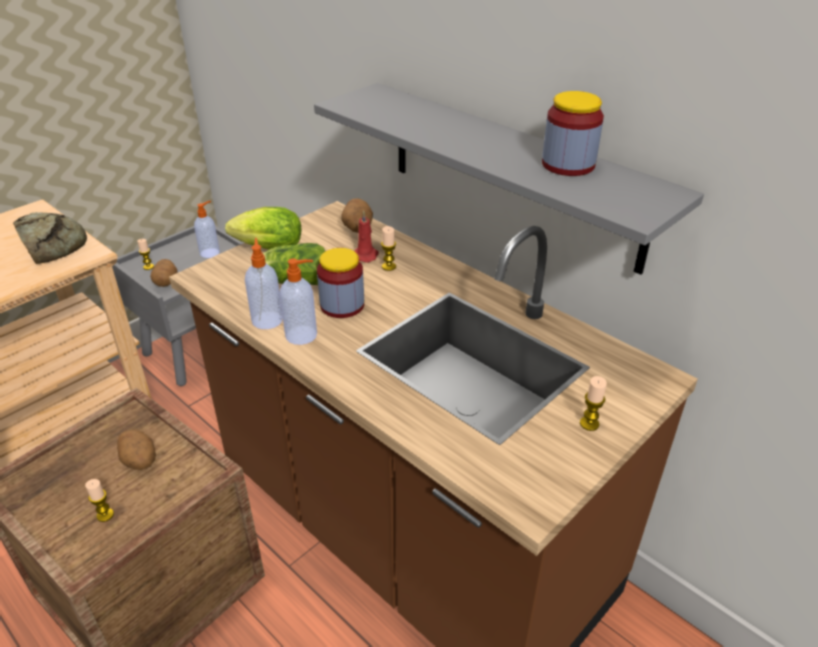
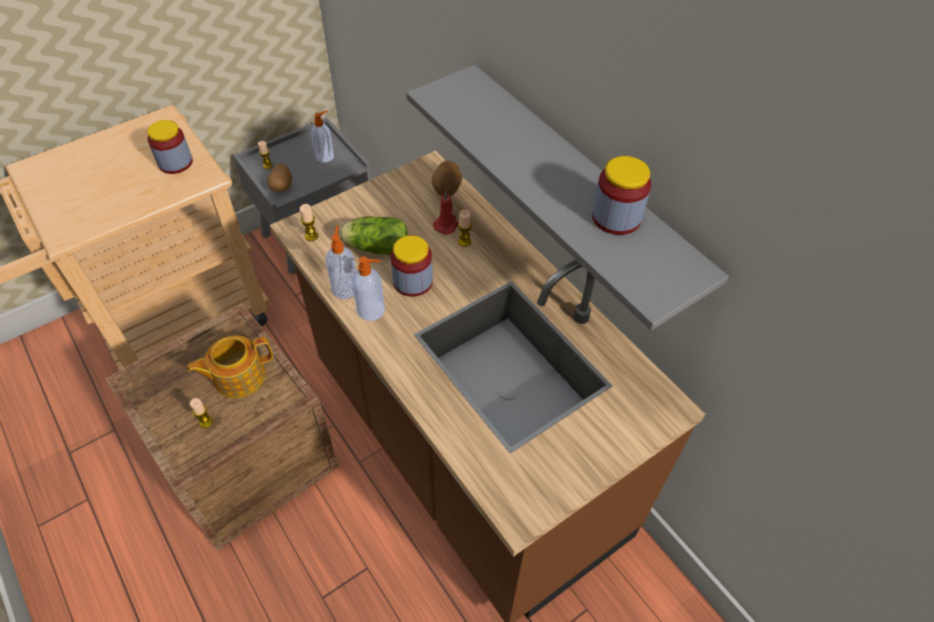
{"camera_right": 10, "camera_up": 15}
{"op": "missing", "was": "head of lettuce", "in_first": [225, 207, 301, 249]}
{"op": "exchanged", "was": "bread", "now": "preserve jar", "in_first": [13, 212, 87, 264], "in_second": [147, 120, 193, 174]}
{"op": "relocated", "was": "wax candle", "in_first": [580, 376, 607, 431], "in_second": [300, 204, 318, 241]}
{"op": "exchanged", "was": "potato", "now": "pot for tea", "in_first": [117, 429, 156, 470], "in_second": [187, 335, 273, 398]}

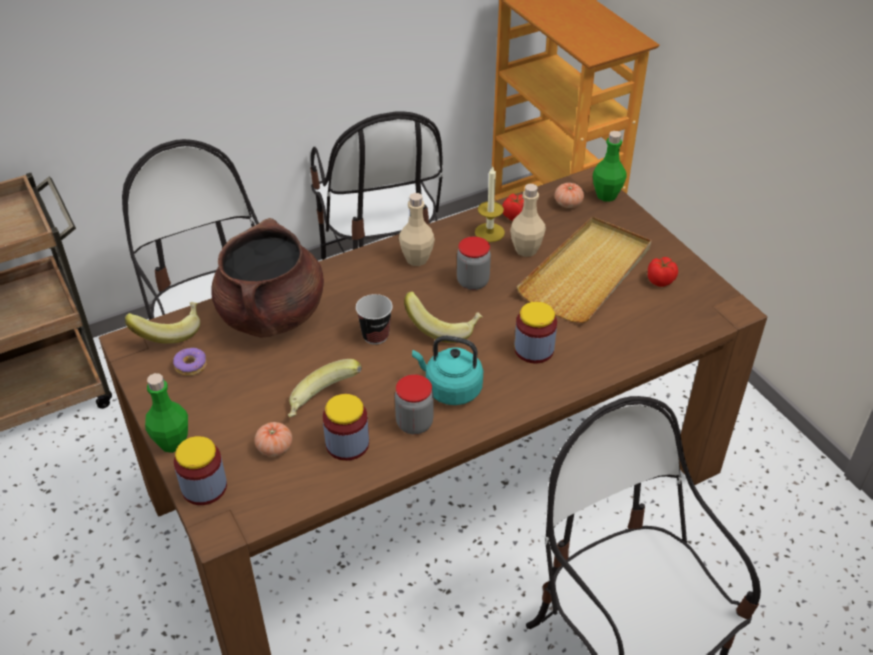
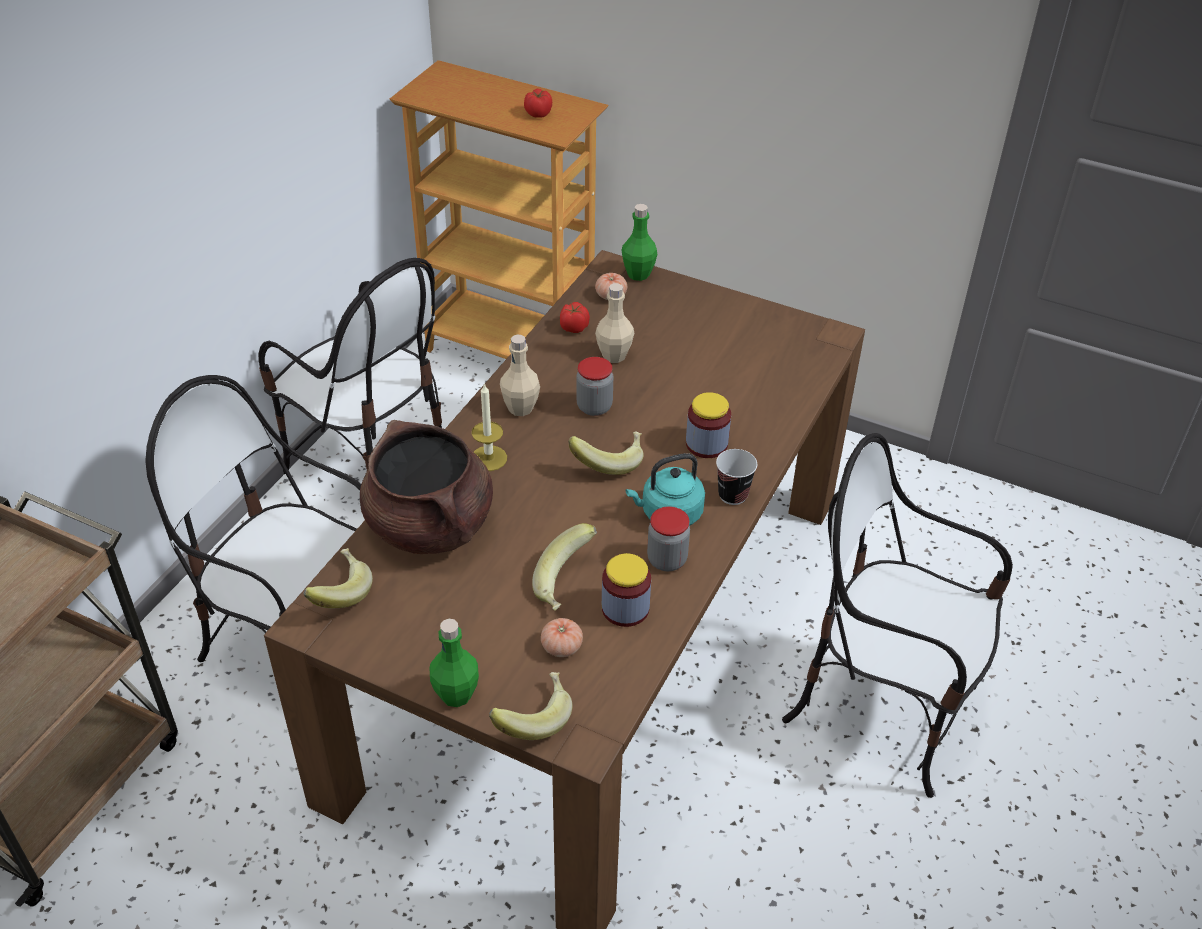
{"camera_right": -35, "camera_up": 0}
{"op": "relocated", "was": "wax candle", "in_first": [475, 167, 505, 242], "in_second": [472, 383, 507, 471]}
{"op": "missing", "was": "sand-coloured tray", "in_first": [516, 217, 651, 323]}
{"op": "relocated", "was": "whole tomato", "in_first": [648, 257, 678, 287], "in_second": [524, 89, 552, 118]}
{"op": "relocated", "was": "small cup", "in_first": [356, 294, 393, 345], "in_second": [716, 449, 757, 505]}
{"op": "missing", "was": "ring doughnut", "in_first": [173, 348, 207, 376]}
{"op": "exchanged", "was": "preserve jar", "now": "banana fruit", "in_first": [174, 436, 227, 505], "in_second": [489, 672, 573, 740]}

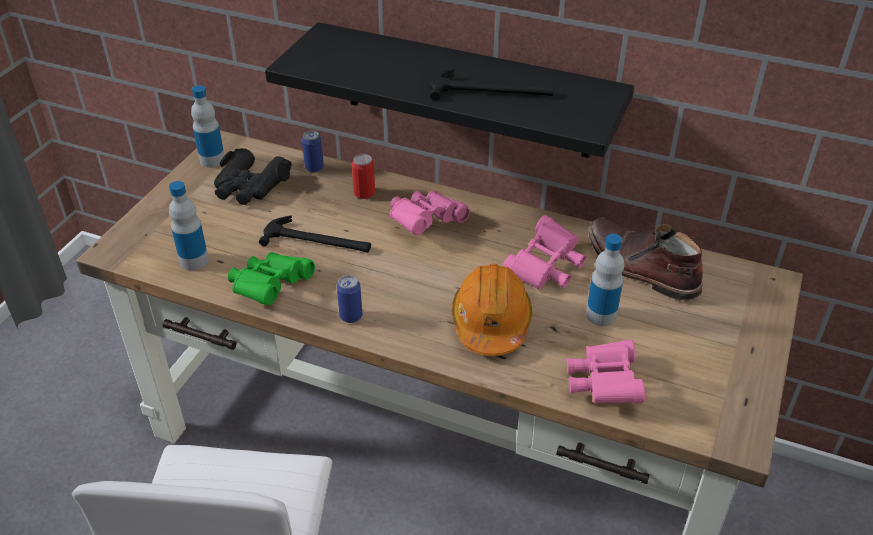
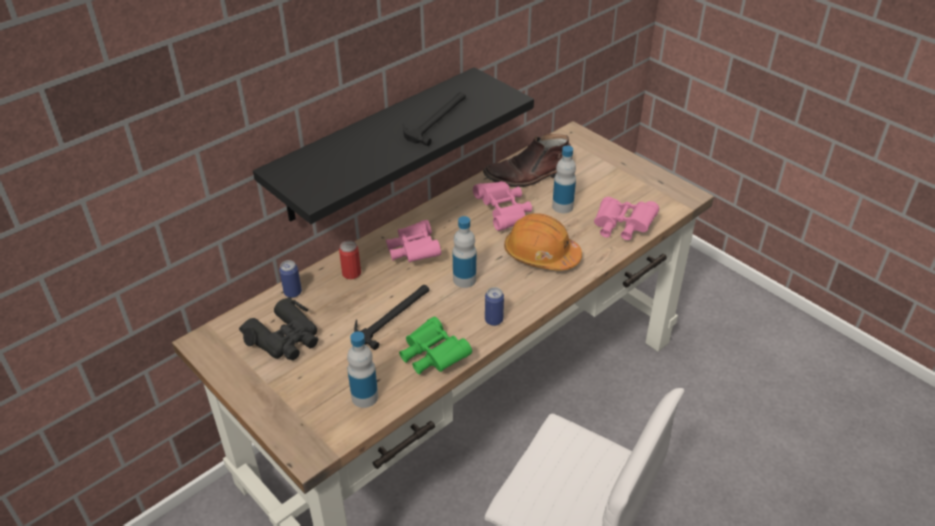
{"camera_right": -65, "camera_up": 0}
{"op": "relocated", "was": "drink bottle", "in_first": [191, 85, 225, 168], "in_second": [453, 216, 476, 288]}

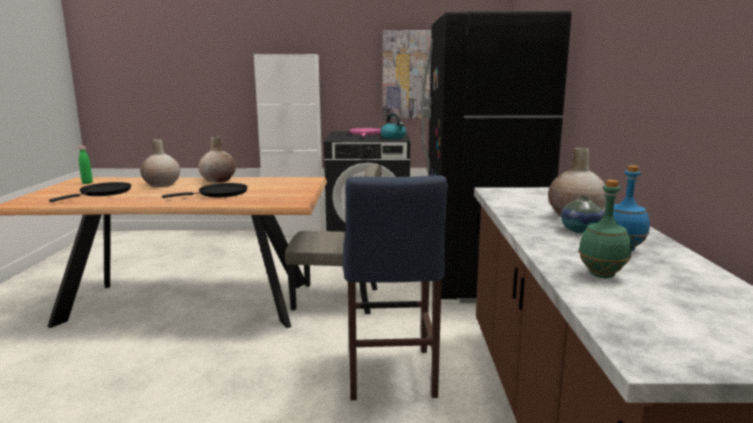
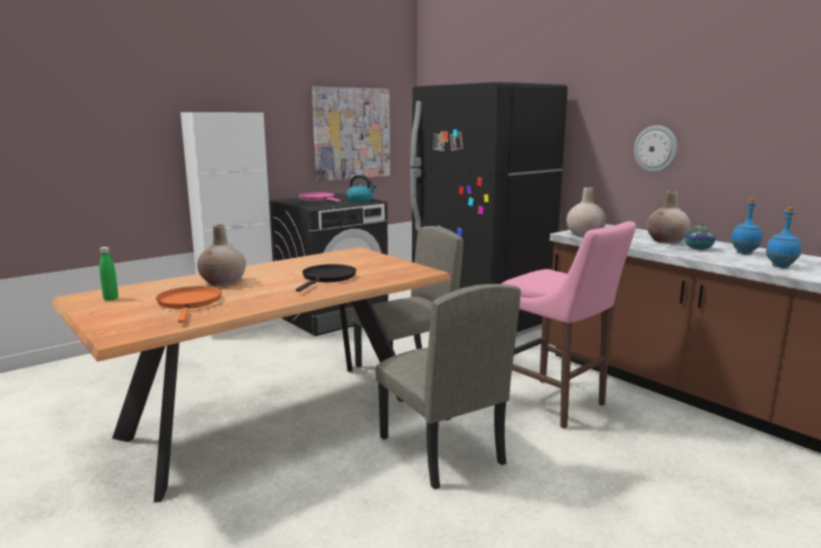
{"camera_right": -40, "camera_up": 0}
{"op": "relocated", "was": "sand-coloured flower vase", "in_first": [199, 136, 236, 183], "in_second": [566, 187, 606, 237]}
{"op": "colour", "was": "bluish stool", "now": "pinkish stool", "in_first": [343, 175, 448, 400], "in_second": [502, 221, 636, 429]}
{"op": "colour", "was": "green-coloured drink bottle", "now": "bluish drink bottle", "in_first": [578, 180, 632, 278], "in_second": [765, 207, 801, 268]}
{"op": "colour", "was": "black frying pan", "now": "orangey frying pan", "in_first": [49, 182, 131, 202], "in_second": [156, 286, 222, 323]}
{"op": "appeared", "now": "clock on the wall", "in_second": [634, 125, 678, 173]}
{"op": "appeared", "now": "sand-coloured chair", "in_second": [375, 284, 521, 490]}

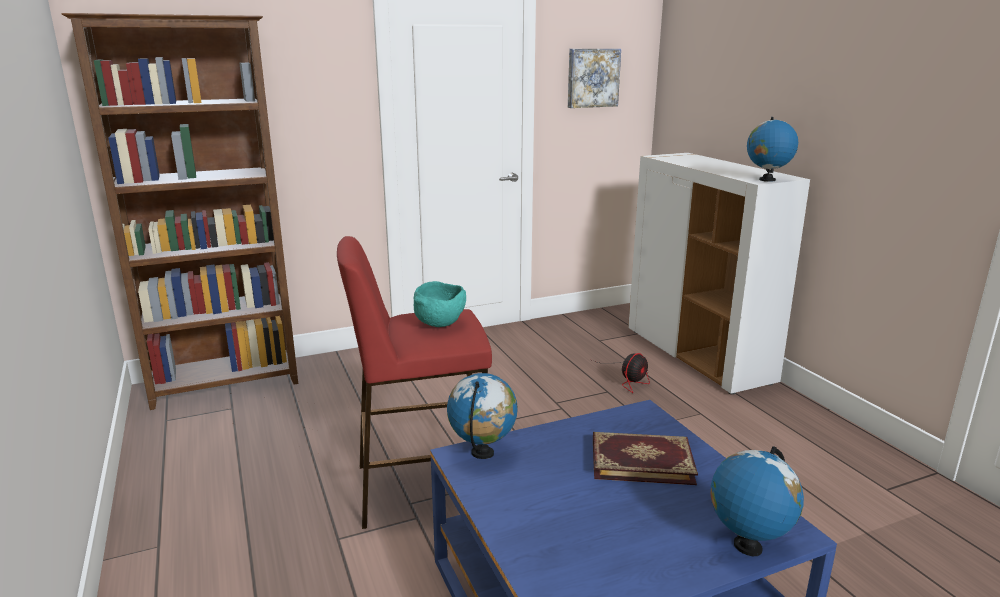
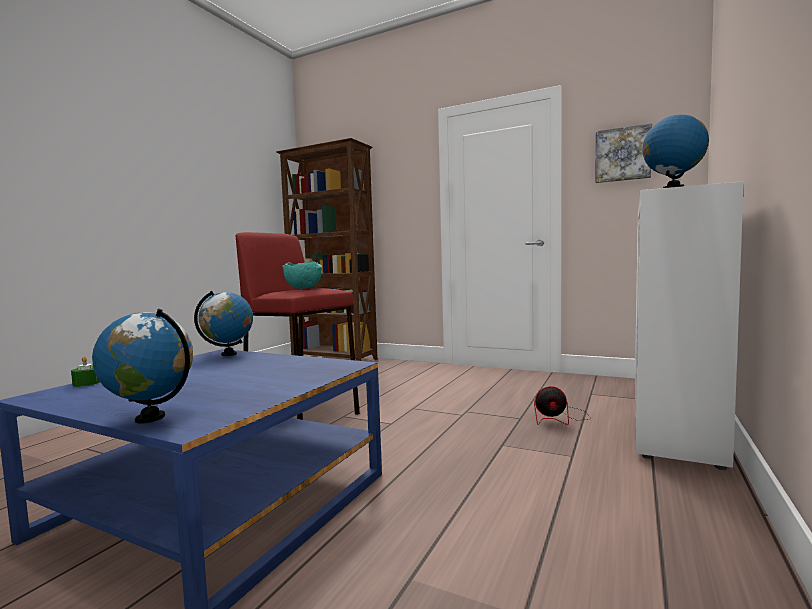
{"camera_right": 50, "camera_up": -15}
{"op": "missing", "was": "bound book", "in_first": [593, 432, 698, 485]}
{"op": "appeared", "now": "green-coloured wax candle", "in_second": [71, 356, 100, 387]}

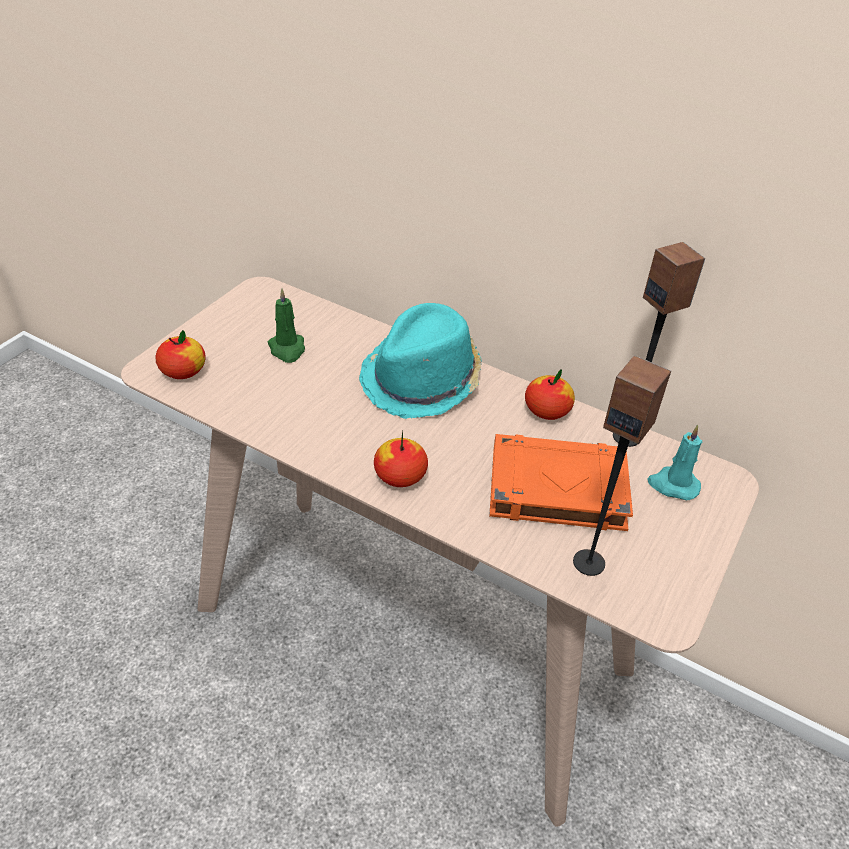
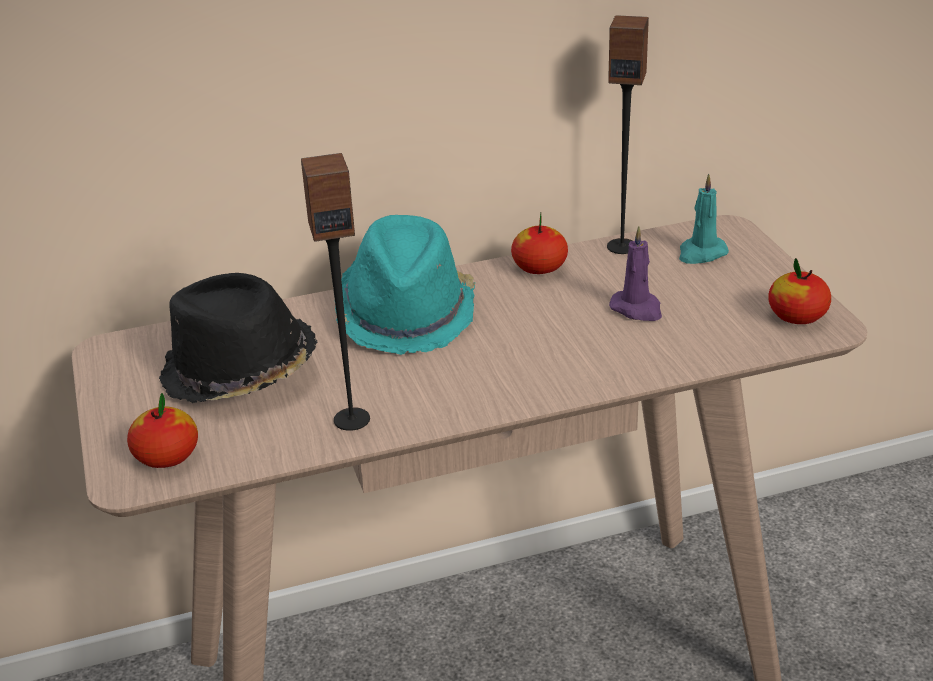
{"camera_right": -45, "camera_up": -10}
{"op": "exchanged", "was": "green-coloured wax candle", "now": "black clothing hat", "in_first": [268, 288, 305, 363], "in_second": [159, 273, 317, 403]}
{"op": "relocated", "was": "audio speaker", "in_first": [573, 356, 671, 576], "in_second": [301, 153, 370, 431]}
{"op": "relocated", "was": "whole apple", "in_first": [374, 431, 428, 487], "in_second": [768, 258, 831, 324]}
{"op": "exchanged", "was": "orangey bound book", "now": "purplish wax candle", "in_first": [489, 434, 633, 531], "in_second": [609, 226, 662, 321]}

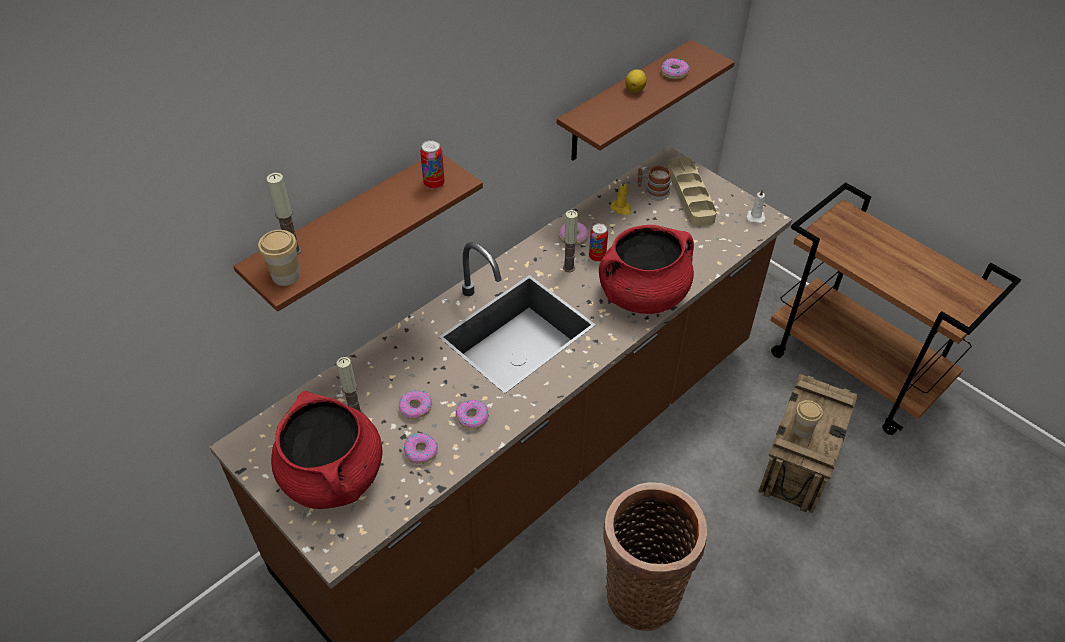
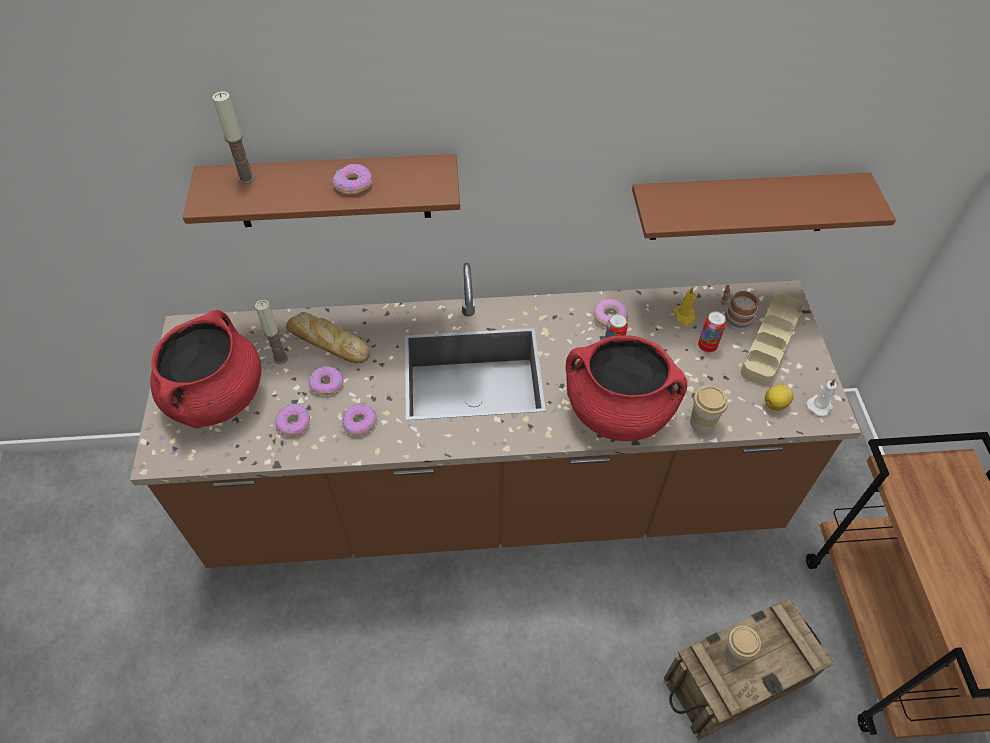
{"camera_right": 40, "camera_up": 5}
{"op": "relocated", "was": "ring doughnut", "in_first": [661, 58, 690, 79], "in_second": [333, 164, 372, 195]}
{"op": "relocated", "was": "citrus fruit", "in_first": [625, 69, 647, 93], "in_second": [765, 385, 793, 411]}
{"op": "relocated", "was": "sealed can", "in_first": [420, 140, 445, 190], "in_second": [698, 311, 726, 353]}
{"op": "missing", "was": "wax candle", "in_first": [563, 210, 578, 272]}
{"op": "relocated", "was": "small cup", "in_first": [258, 230, 300, 286], "in_second": [690, 386, 728, 433]}
{"op": "missing", "was": "basket", "in_first": [603, 482, 707, 631]}
{"op": "appeared", "now": "bread", "in_second": [286, 312, 370, 363]}

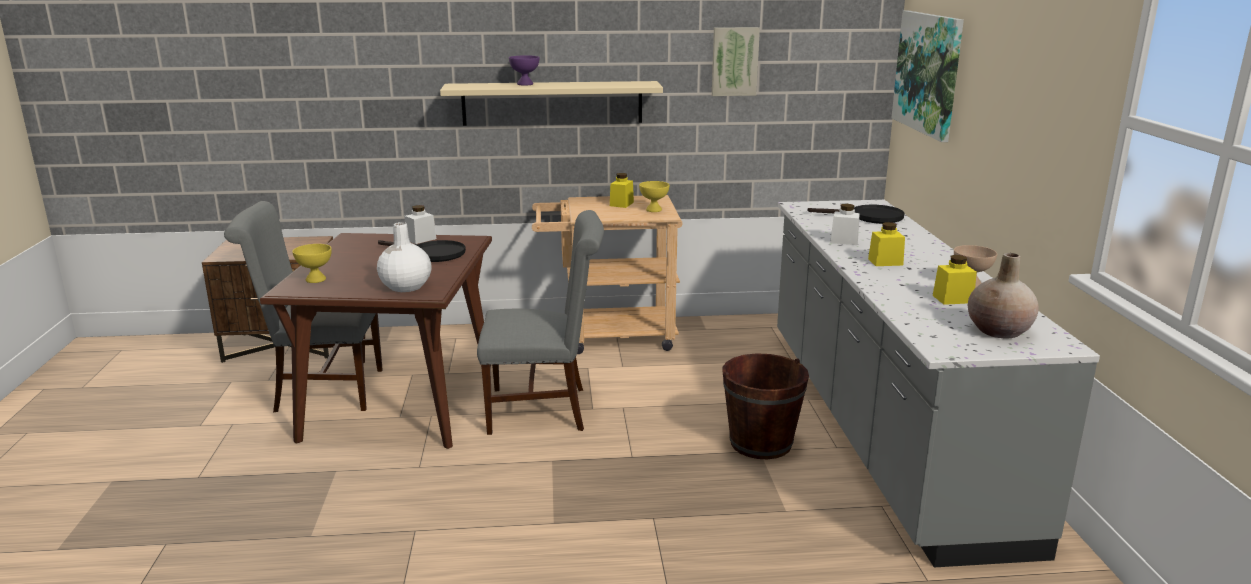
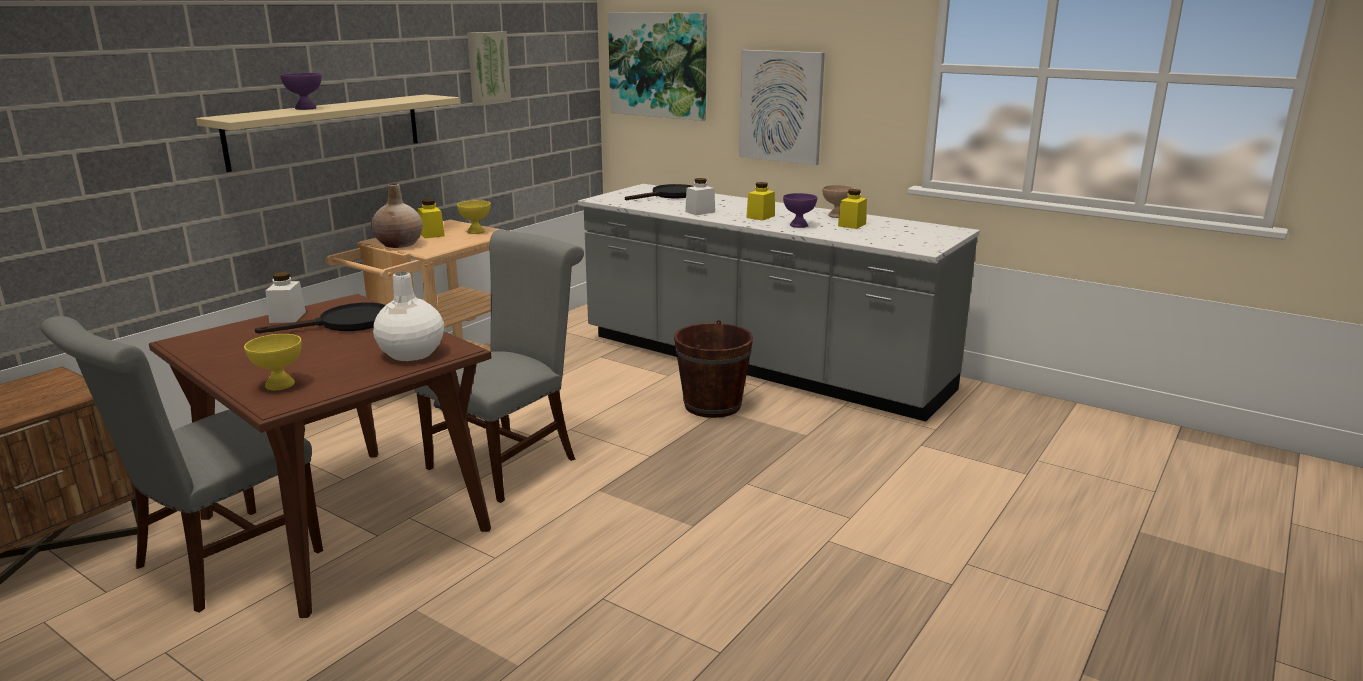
{"camera_right": -50, "camera_up": 0}
{"op": "relocated", "was": "sand-coloured flower vase", "in_first": [968, 253, 1039, 339], "in_second": [371, 183, 423, 248]}
{"op": "appeared", "now": "wall picture", "in_second": [739, 50, 825, 165]}
{"op": "appeared", "now": "purplish serving bowl", "in_second": [783, 193, 817, 228]}

